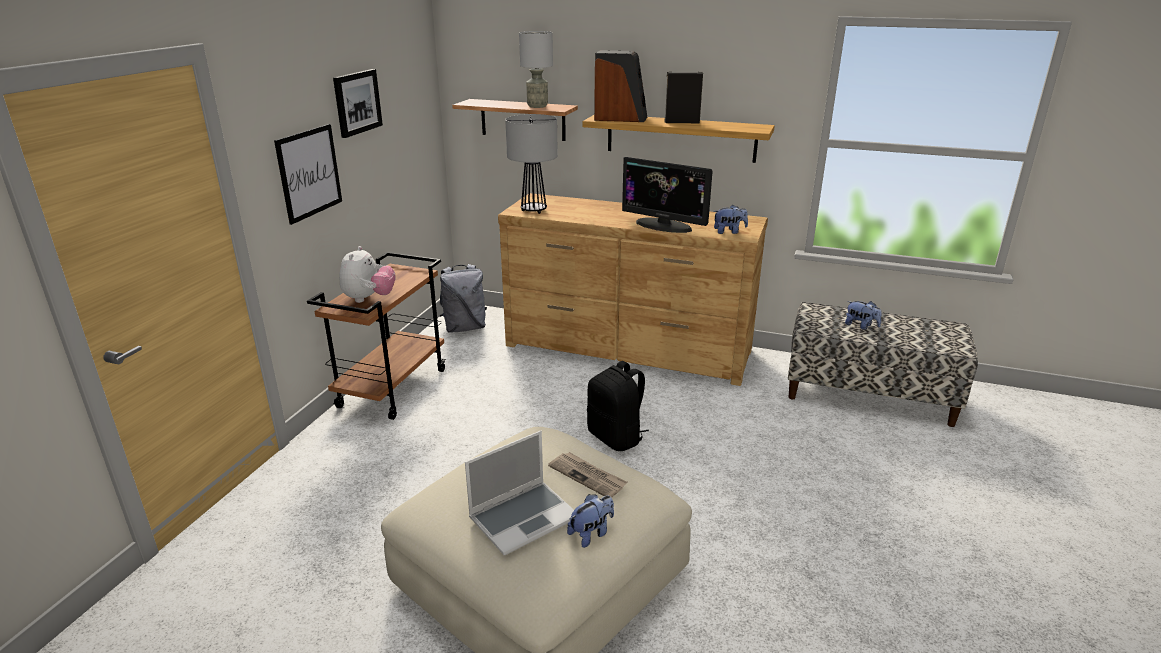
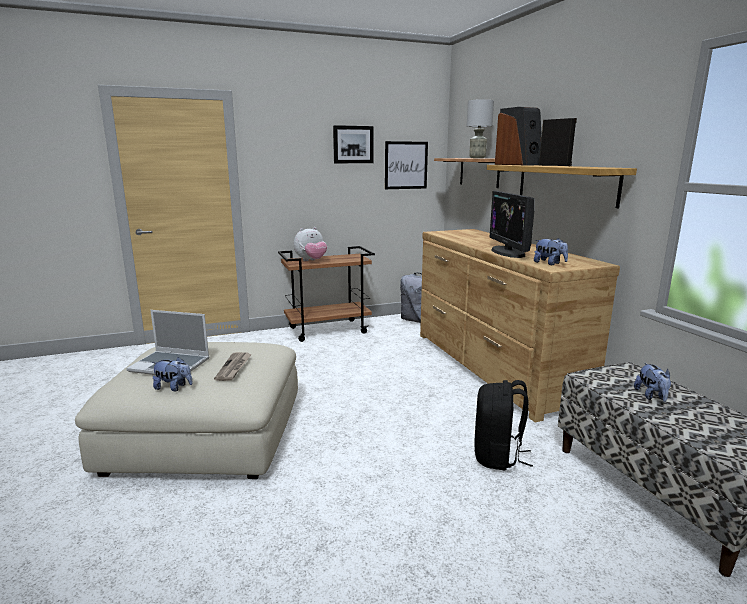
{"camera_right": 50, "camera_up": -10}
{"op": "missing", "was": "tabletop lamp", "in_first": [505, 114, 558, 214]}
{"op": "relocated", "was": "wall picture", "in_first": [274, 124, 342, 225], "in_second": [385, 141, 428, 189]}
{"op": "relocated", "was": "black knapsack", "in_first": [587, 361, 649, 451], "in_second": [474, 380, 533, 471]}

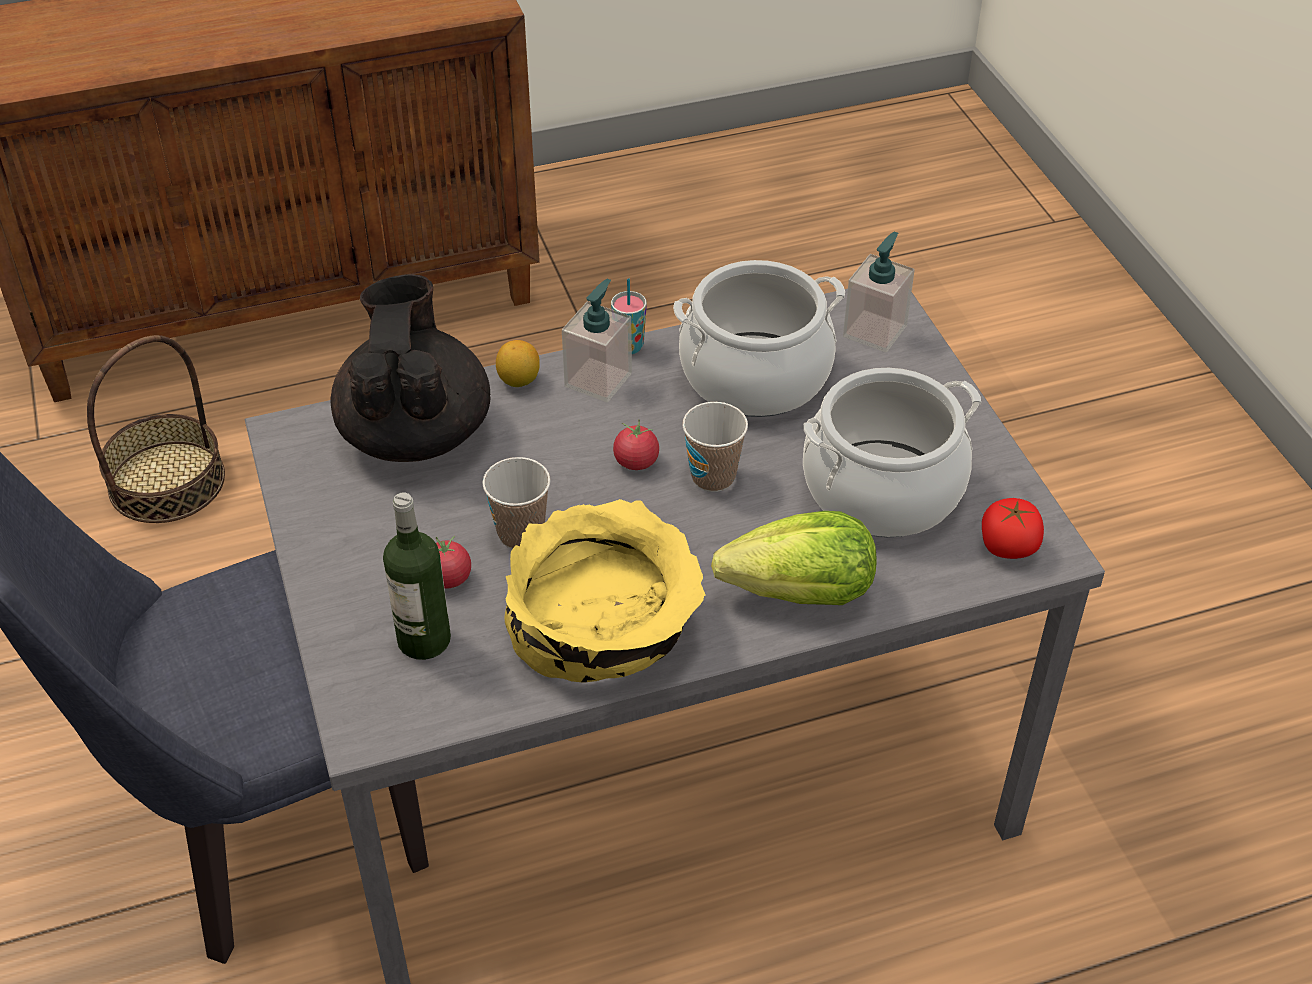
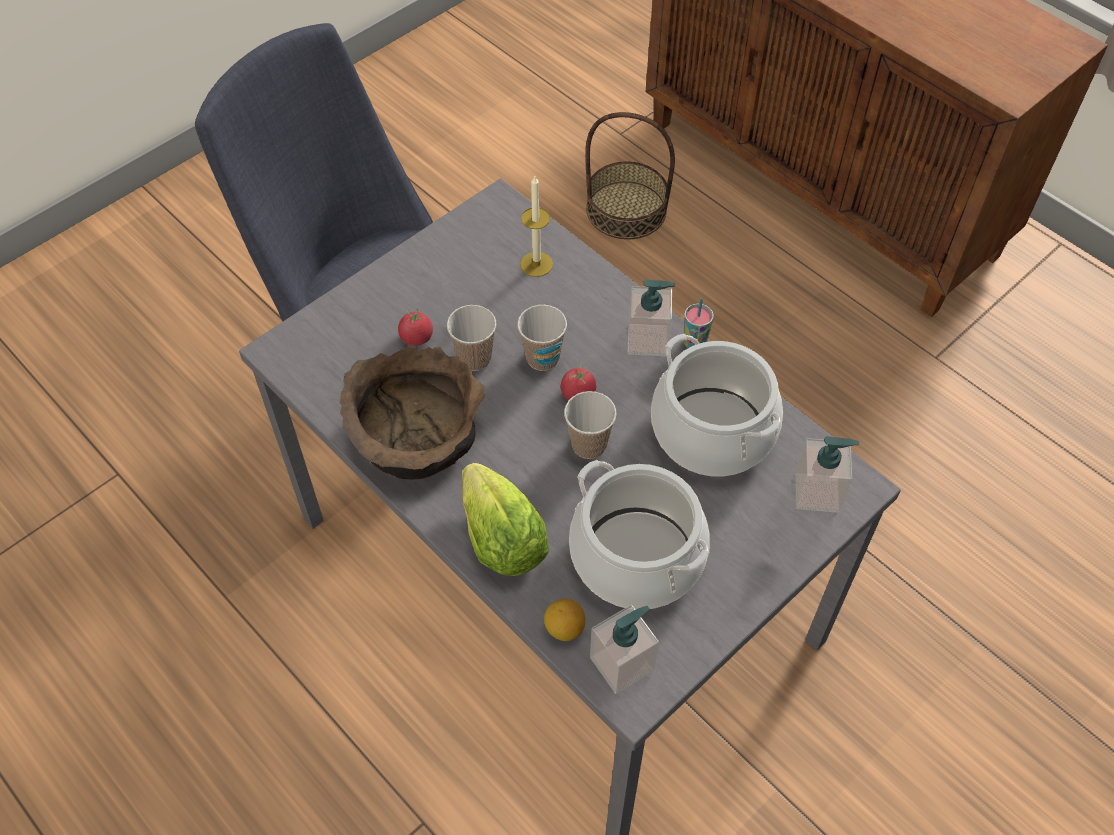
{"camera_right": 65, "camera_up": 10}
{"op": "exchanged", "was": "black pot for tea", "now": "wax candle", "in_first": [330, 274, 491, 462], "in_second": [520, 176, 553, 277]}
{"op": "relocated", "was": "citrus fruit", "in_first": [496, 340, 540, 387], "in_second": [544, 599, 585, 641]}
{"op": "missing", "was": "drink bottle", "in_first": [383, 493, 451, 660]}
{"op": "exchanged", "was": "whole tomato", "now": "soap bottle", "in_first": [982, 498, 1044, 559], "in_second": [590, 605, 659, 694]}
{"op": "colour", "was": "yellow-coloured serving bowl", "now": "brownish serving bowl", "in_first": [505, 499, 706, 682], "in_second": [340, 347, 485, 480]}
{"op": "appeared", "now": "small cup", "in_second": [517, 305, 567, 371]}

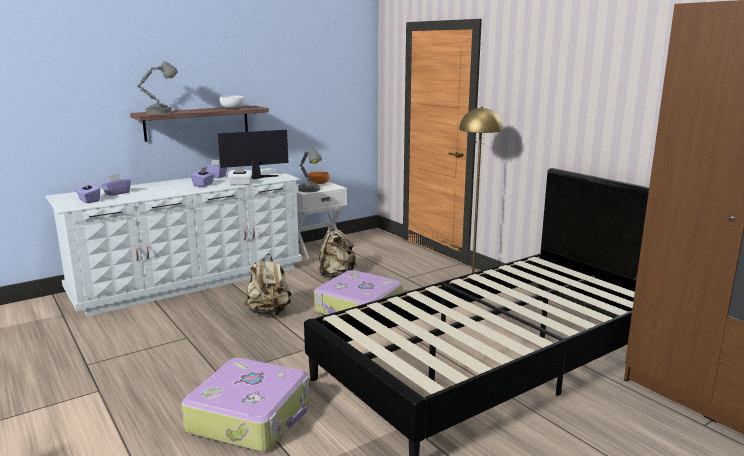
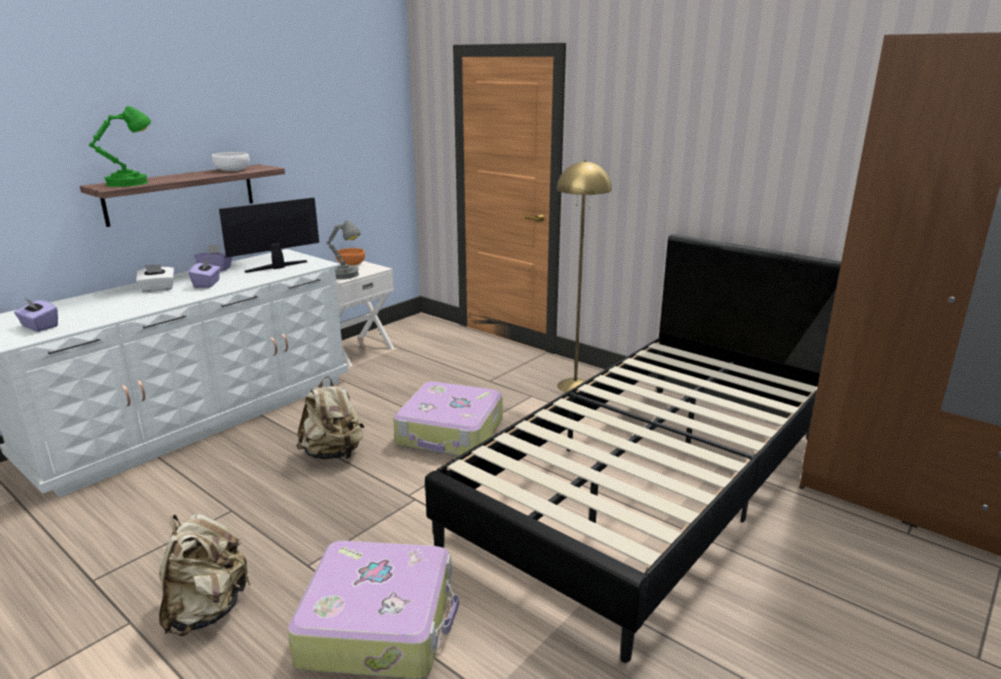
{"camera_right": -15, "camera_up": 5}
{"op": "colour", "was": "greyish tabletop lamp", "now": "green-coloured tabletop lamp", "in_first": [137, 61, 178, 114], "in_second": [89, 106, 151, 187]}
{"op": "relocated", "was": "white-coloured tissue box", "in_first": [228, 167, 252, 185], "in_second": [136, 264, 174, 292]}
{"op": "missing", "was": "purplish tissue box", "in_first": [101, 174, 131, 196]}
{"op": "relocated", "was": "sand-coloured knapsack", "in_first": [319, 226, 356, 278], "in_second": [159, 514, 251, 636]}

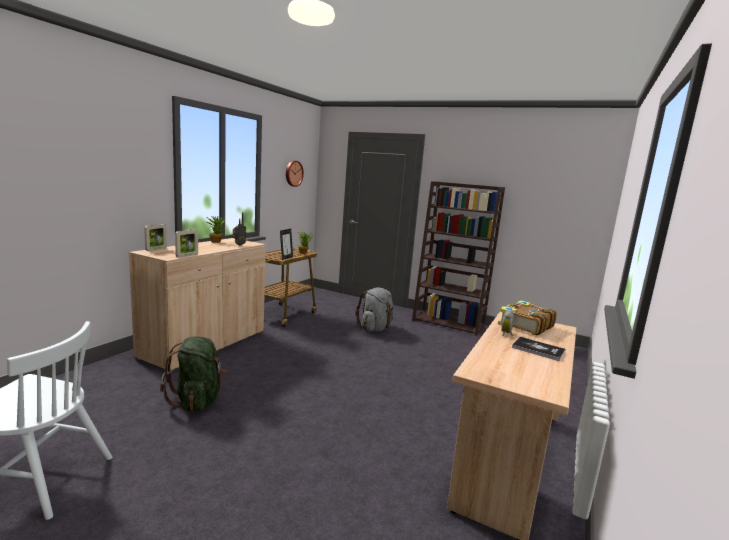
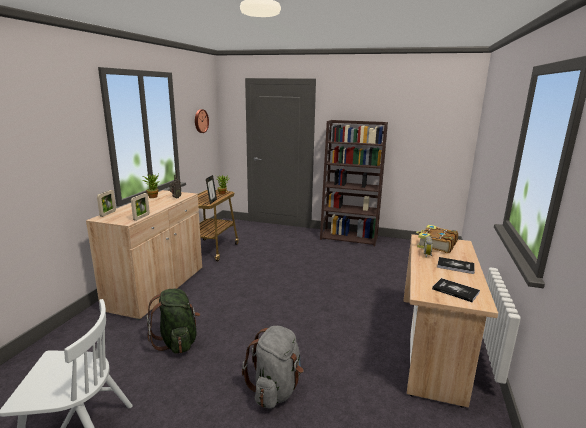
{"camera_right": -10, "camera_up": 5}
{"op": "relocated", "was": "greyish knapsack", "in_first": [355, 288, 394, 332], "in_second": [242, 326, 304, 409]}
{"op": "appeared", "now": "bound book", "in_second": [432, 278, 480, 302]}

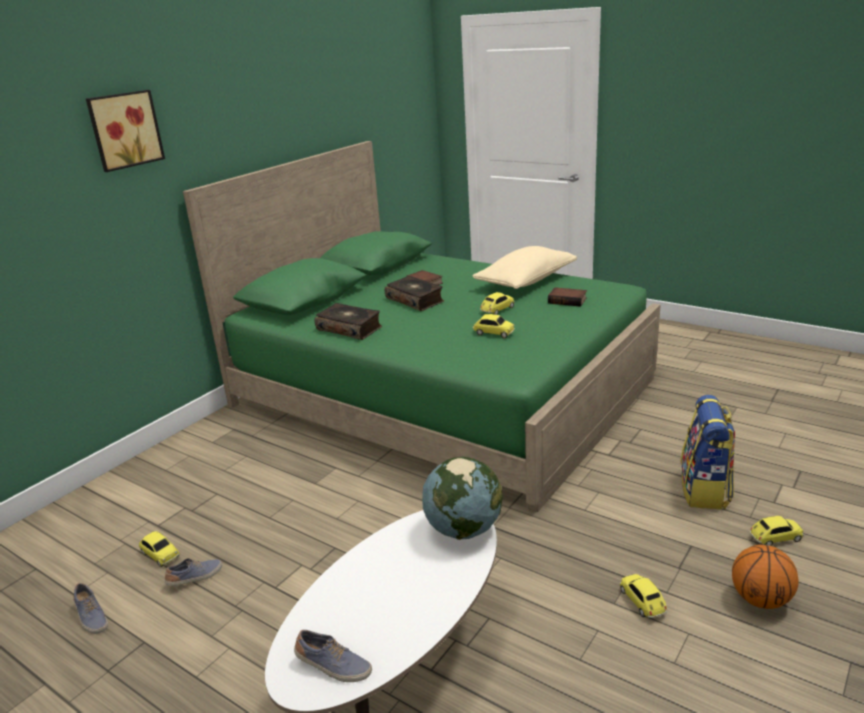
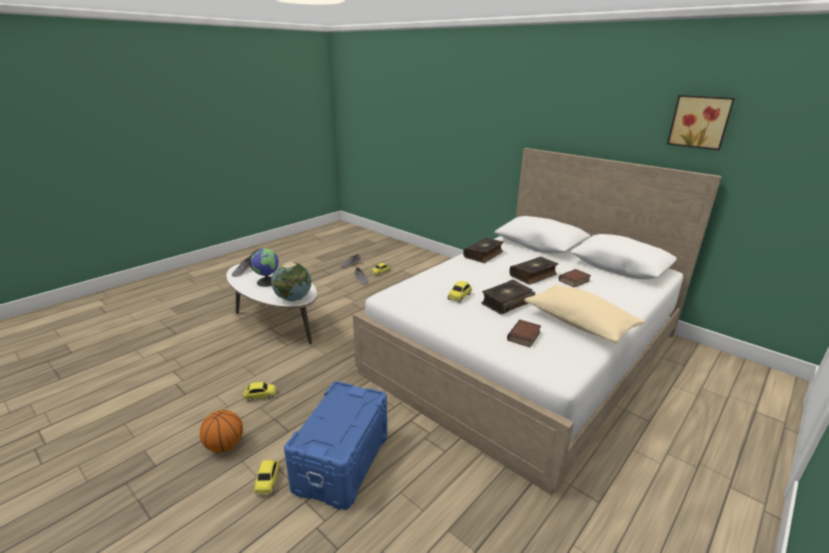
{"camera_right": 95, "camera_up": 0}
{"op": "relocated", "was": "wall picture", "in_first": [86, 90, 165, 172], "in_second": [667, 95, 735, 150]}
{"op": "colour", "was": "green-coloured bedroom bed", "now": "white-coloured bedroom bed", "in_first": [183, 141, 661, 512], "in_second": [353, 148, 722, 495]}
{"op": "exchanged", "was": "toy car", "now": "bound book", "in_first": [480, 292, 515, 315], "in_second": [481, 280, 535, 315]}
{"op": "exchanged", "was": "knapsack", "now": "bluish storage box", "in_first": [681, 395, 735, 509], "in_second": [284, 381, 387, 510]}
{"op": "appeared", "now": "world globe", "in_second": [249, 248, 279, 287]}

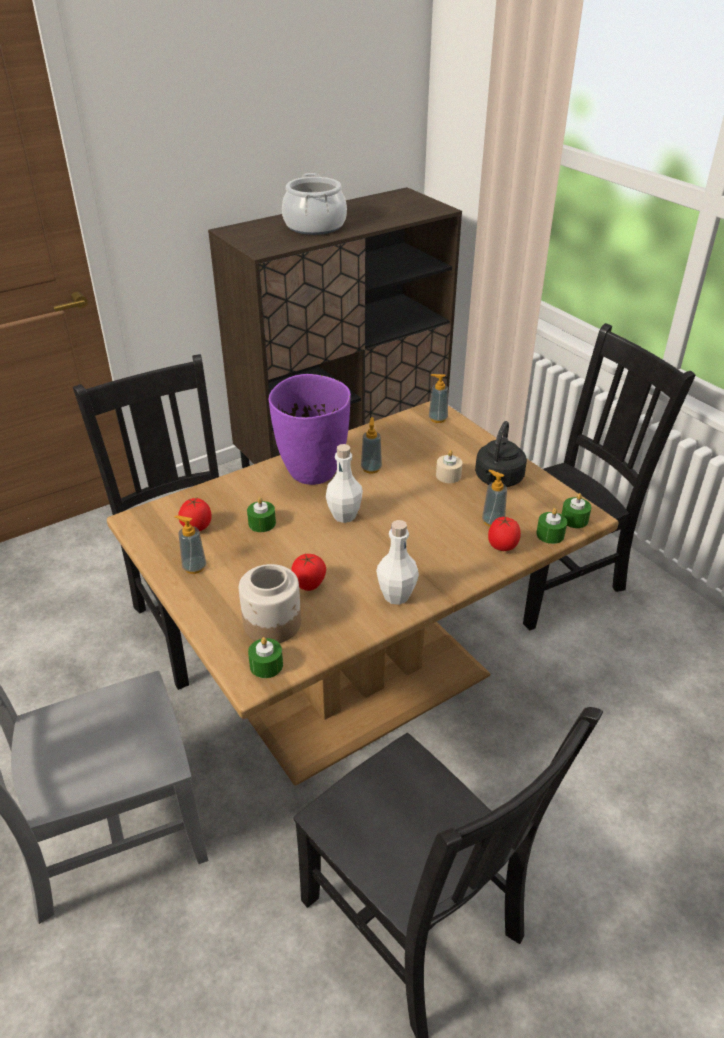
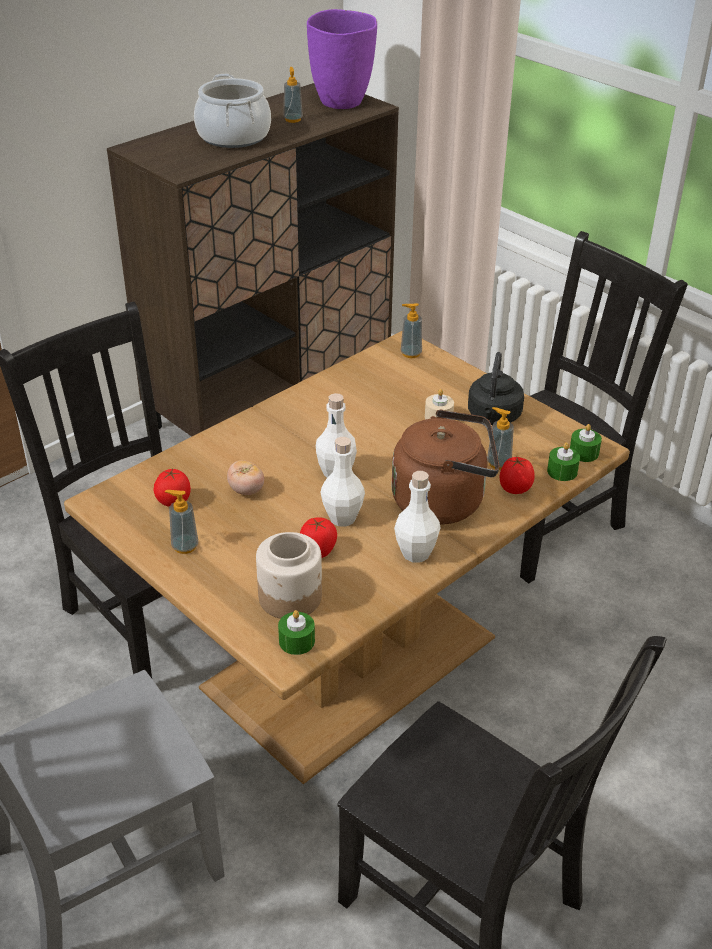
{"camera_right": -10, "camera_up": 0}
{"op": "relocated", "was": "purplish flower vase", "in_first": [269, 374, 351, 485], "in_second": [307, 9, 377, 109]}
{"op": "relocated", "was": "soap bottle", "in_first": [361, 417, 382, 474], "in_second": [283, 67, 303, 123]}
{"op": "exchanged", "was": "green-coloured wax candle", "now": "whole tomato", "in_first": [247, 497, 276, 532], "in_second": [227, 460, 264, 495]}
{"op": "appeared", "now": "brownish water kettle", "in_second": [392, 410, 500, 525]}
{"op": "appeared", "now": "white-coloured drink bottle", "in_second": [320, 437, 365, 526]}

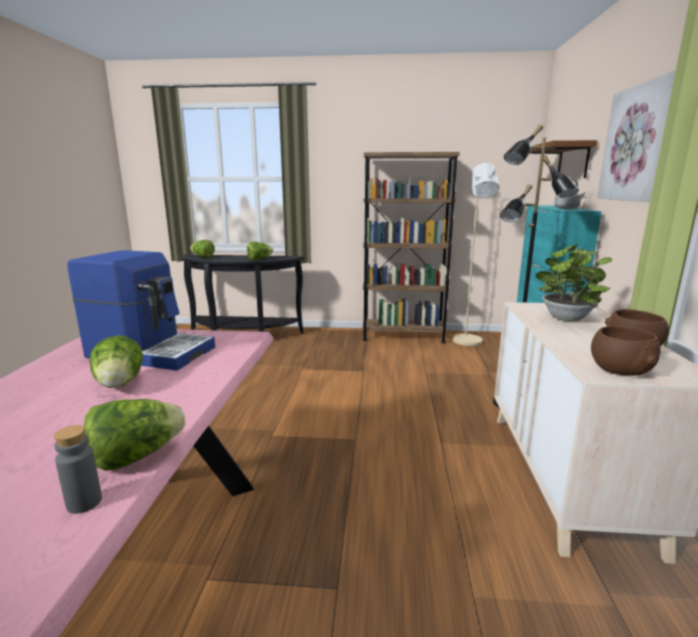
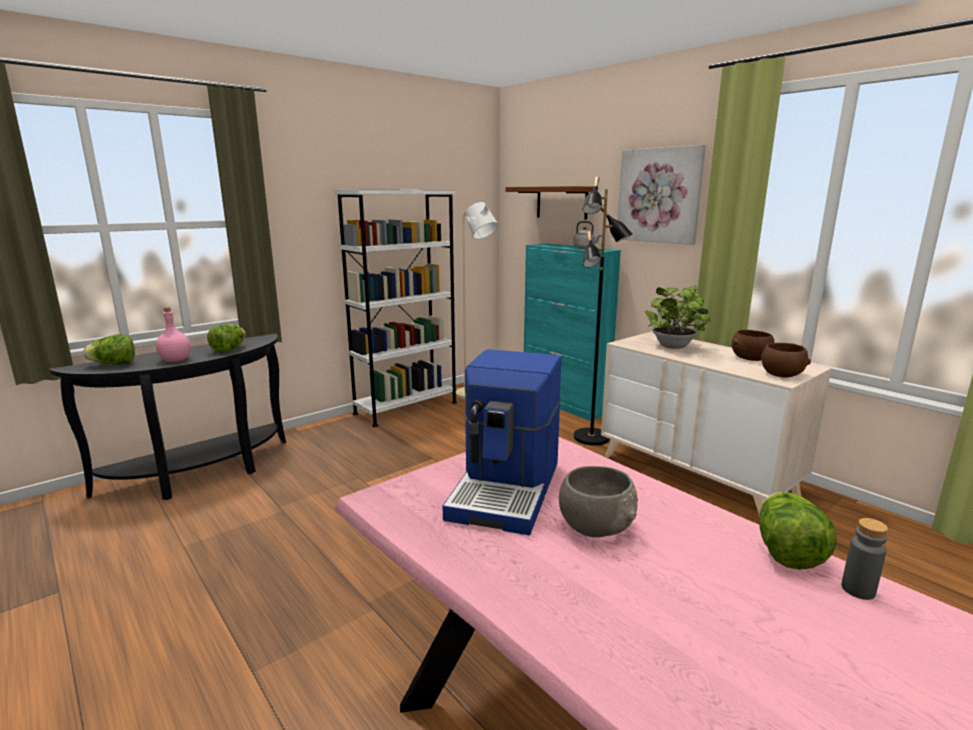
{"camera_right": -45, "camera_up": 0}
{"op": "colour", "was": "brownish bookcase", "now": "white-coloured bookcase", "in_first": [362, 152, 460, 343], "in_second": [334, 190, 457, 427]}
{"op": "spun", "was": "coffee maker", "in_first": [67, 250, 215, 371], "in_second": [443, 349, 561, 535], "clockwise": 135}
{"op": "exchanged", "was": "head of lettuce", "now": "greyish serving bowl", "in_first": [89, 335, 143, 388], "in_second": [559, 466, 638, 537]}
{"op": "appeared", "now": "pinkish drink bottle", "in_second": [156, 307, 191, 362]}

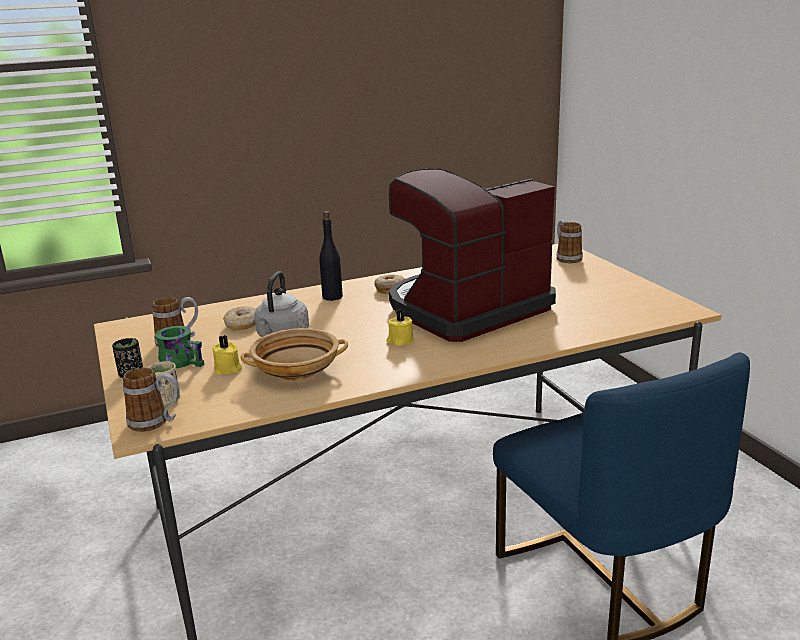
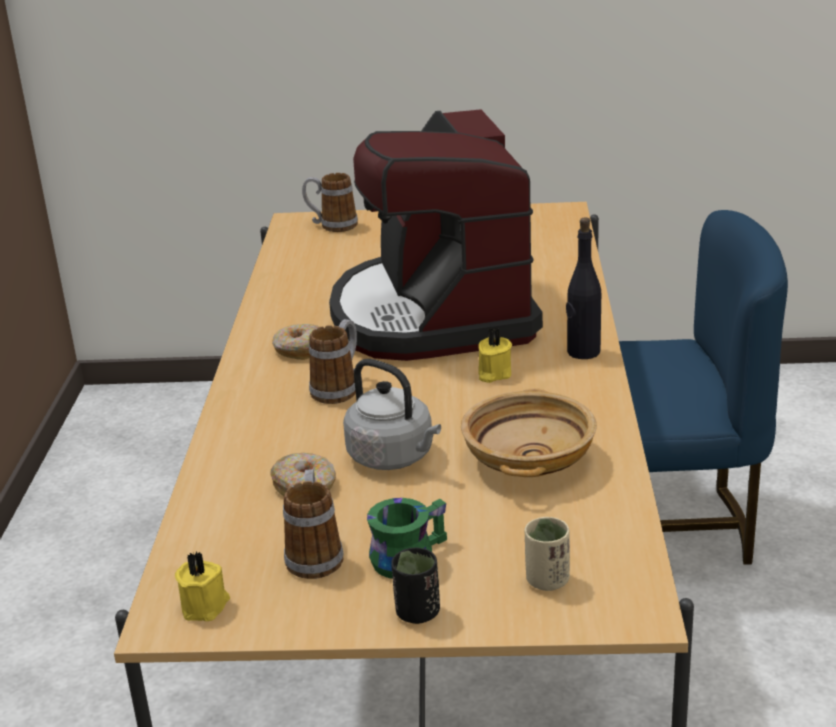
{"camera_right": -65, "camera_up": 5}
{"op": "relocated", "was": "black drink bottle", "in_first": [319, 211, 343, 301], "in_second": [566, 218, 601, 359]}
{"op": "relocated", "was": "yellow-coloured wax candle", "in_first": [212, 335, 242, 374], "in_second": [175, 552, 230, 621]}
{"op": "relocated", "was": "coffee mug", "in_first": [123, 367, 179, 432], "in_second": [309, 319, 357, 404]}

